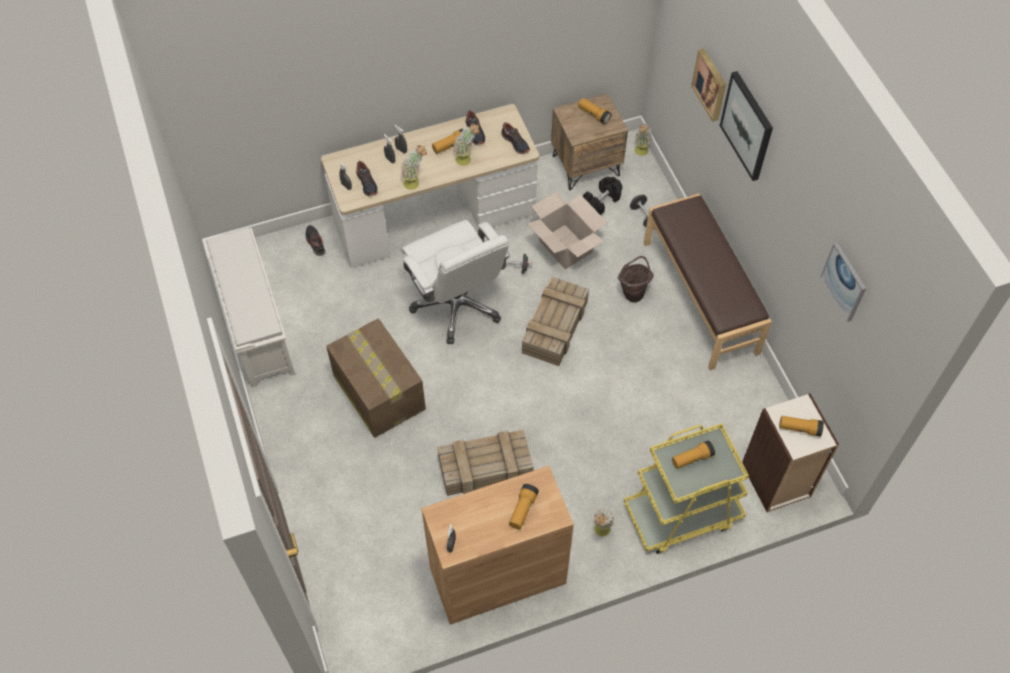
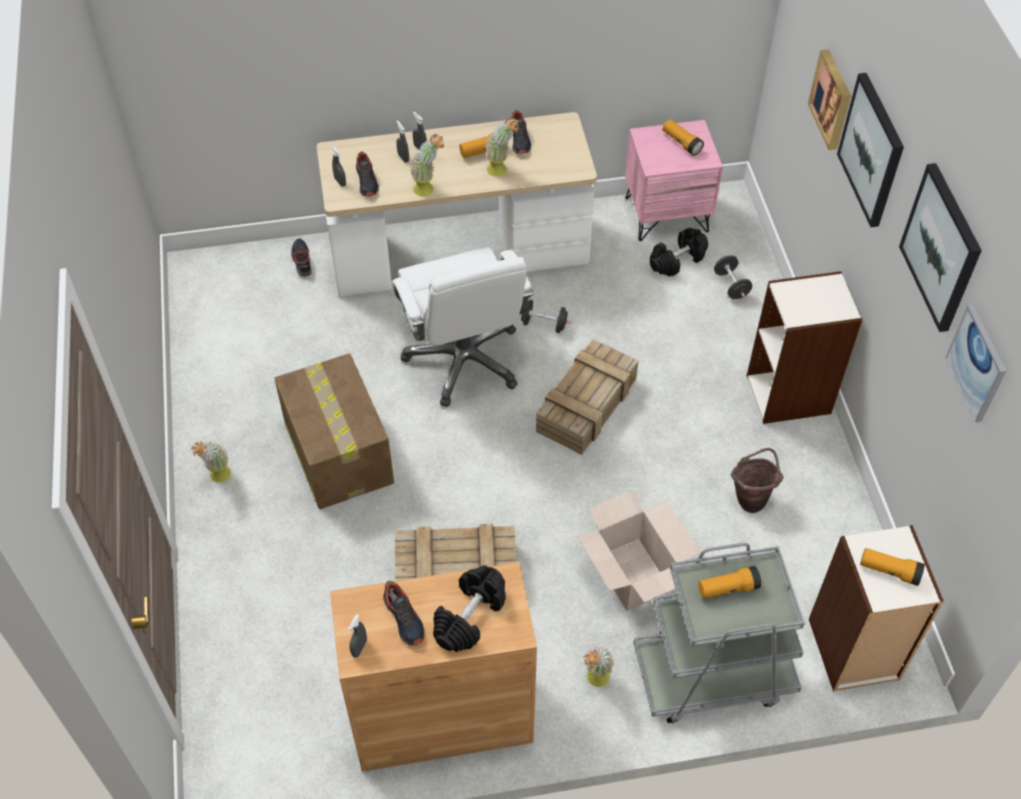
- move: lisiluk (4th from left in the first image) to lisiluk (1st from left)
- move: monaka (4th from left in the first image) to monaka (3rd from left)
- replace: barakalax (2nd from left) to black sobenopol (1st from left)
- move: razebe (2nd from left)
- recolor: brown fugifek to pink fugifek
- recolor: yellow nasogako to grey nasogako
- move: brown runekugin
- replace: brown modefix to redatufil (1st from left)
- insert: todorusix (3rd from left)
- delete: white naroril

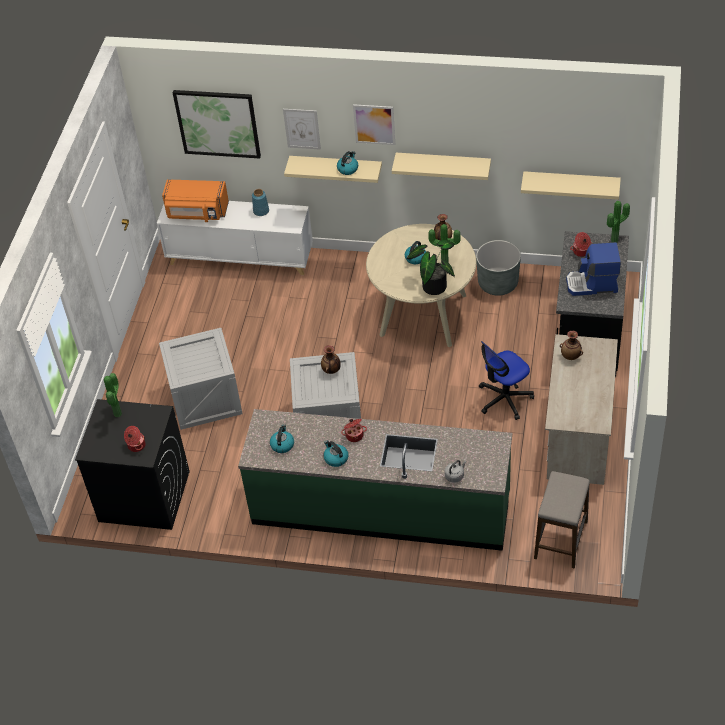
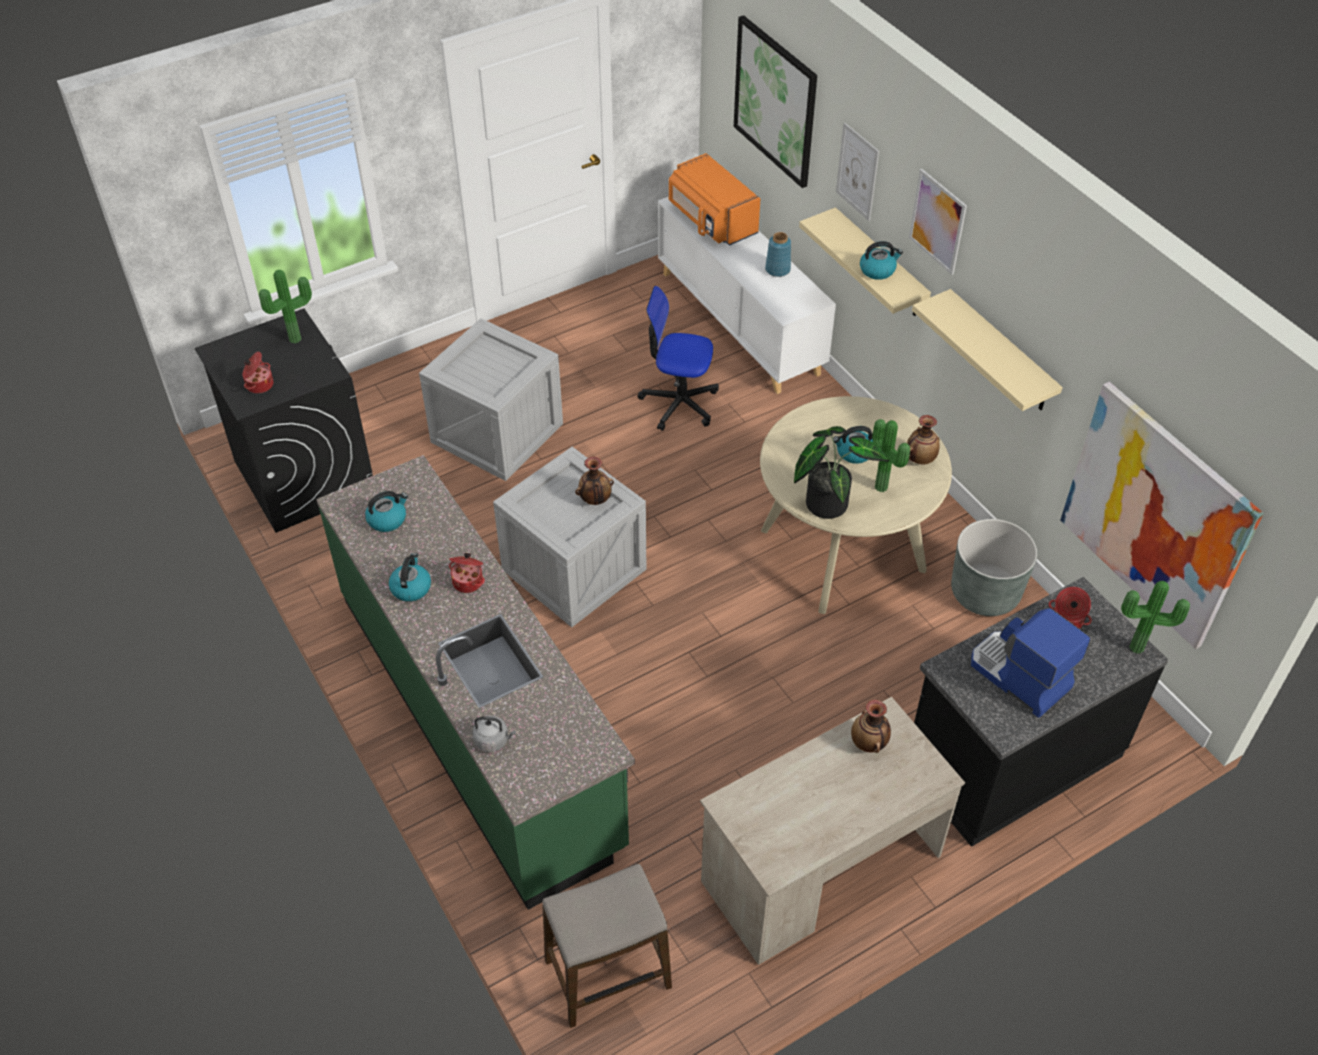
- move: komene
- replace: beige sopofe (3rd from left) to todorusix (4th from left)

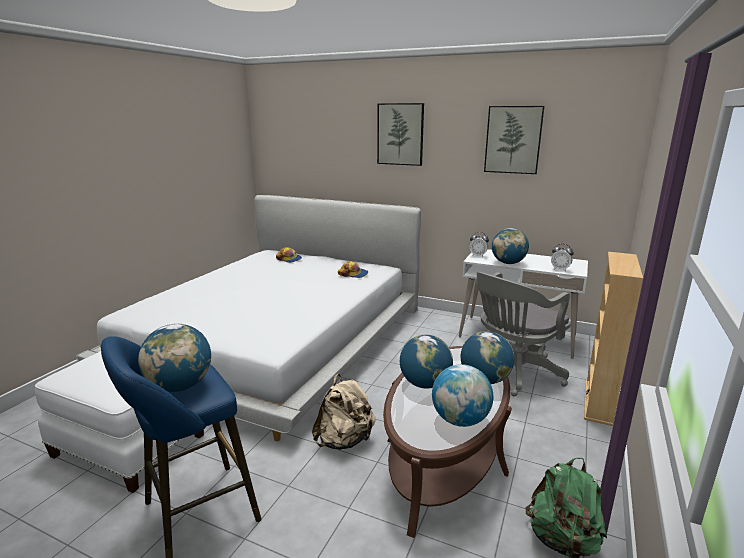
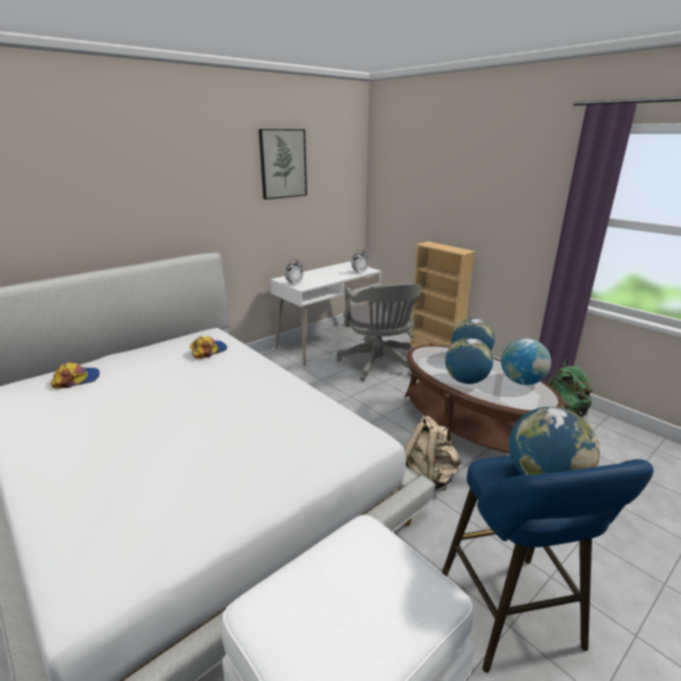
- delete: todorusix (1st from left)
- delete: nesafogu (5th from left)

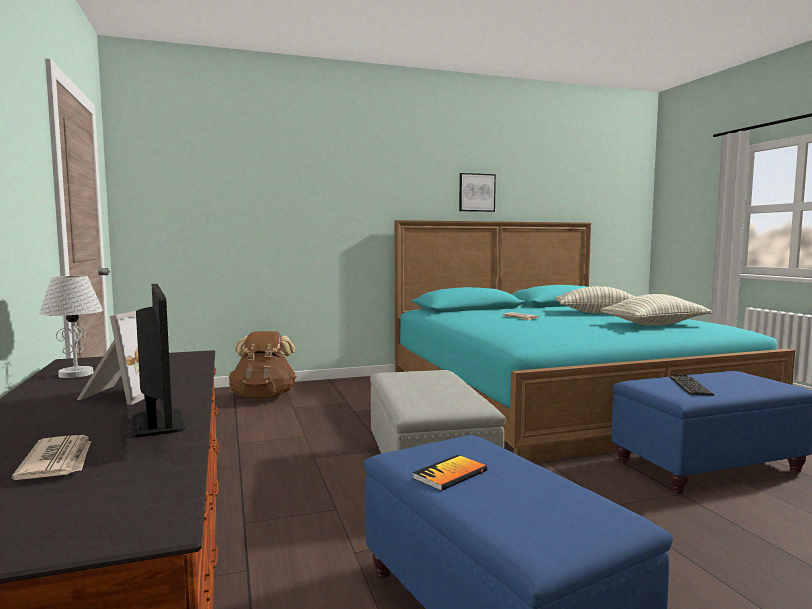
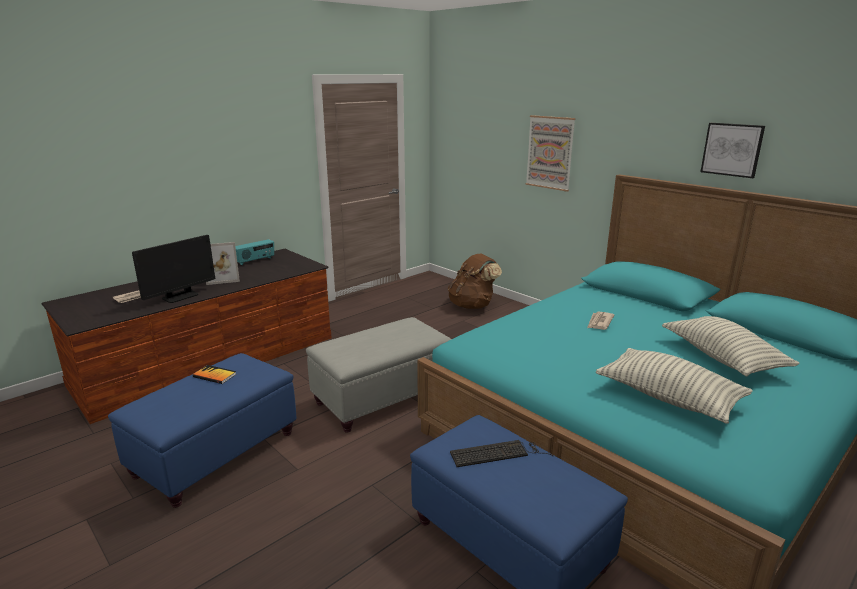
- replace: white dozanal to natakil
- insert: todorusix (1st from left)

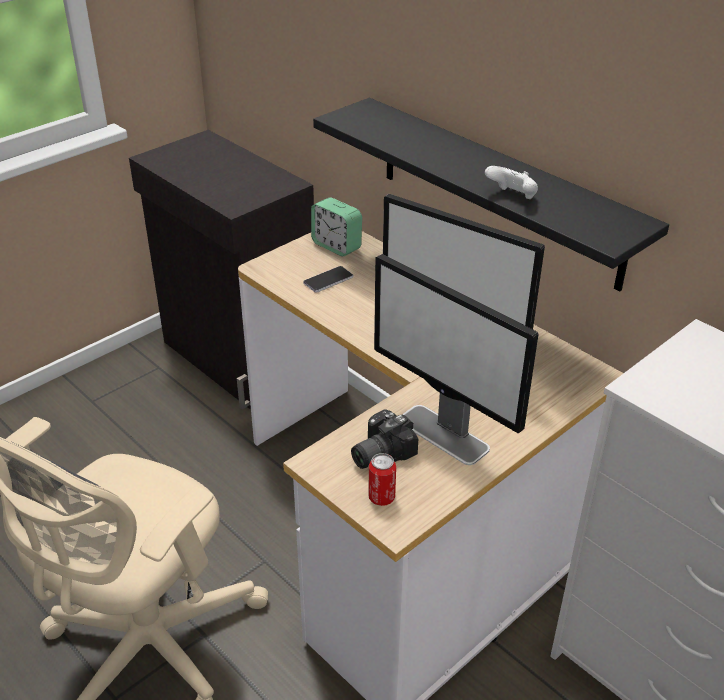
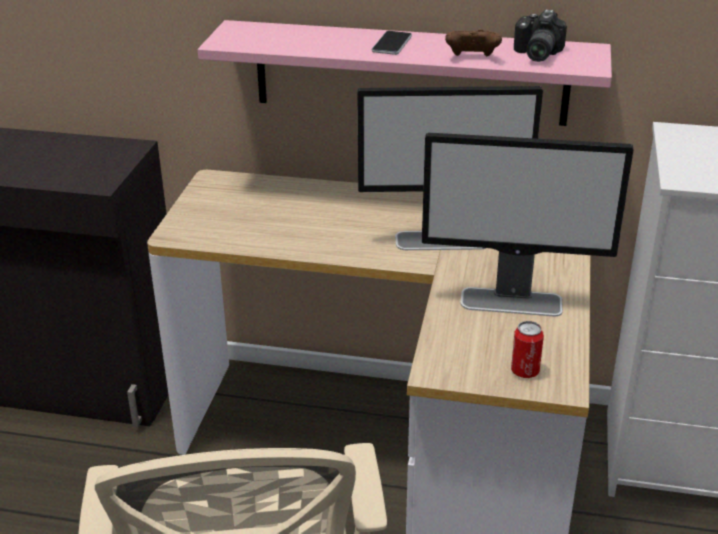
- recolor: black sopofe to pink sopofe
- move: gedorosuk
- recolor: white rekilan to brown rekilan
- move: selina
- delete: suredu

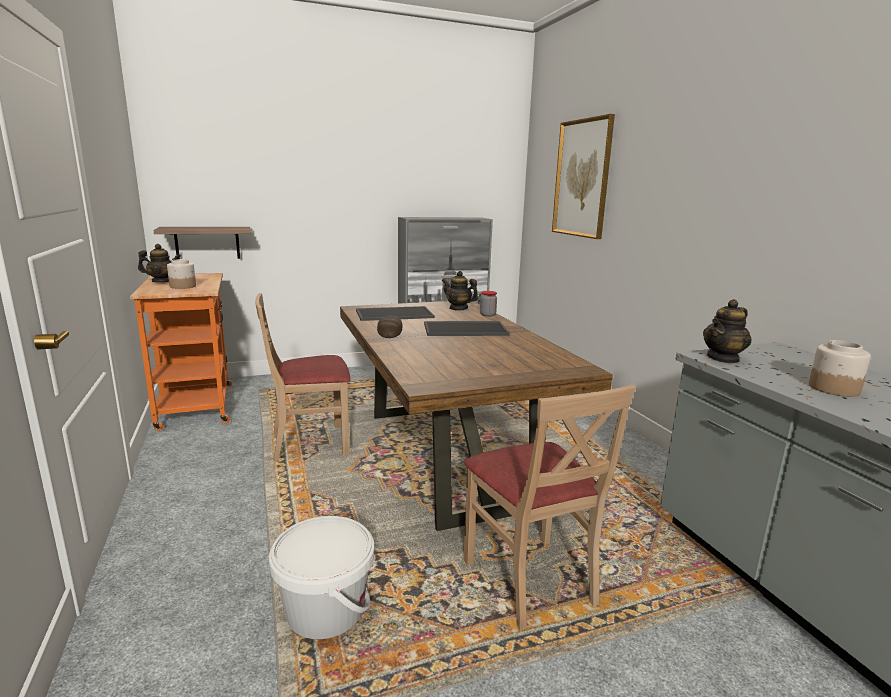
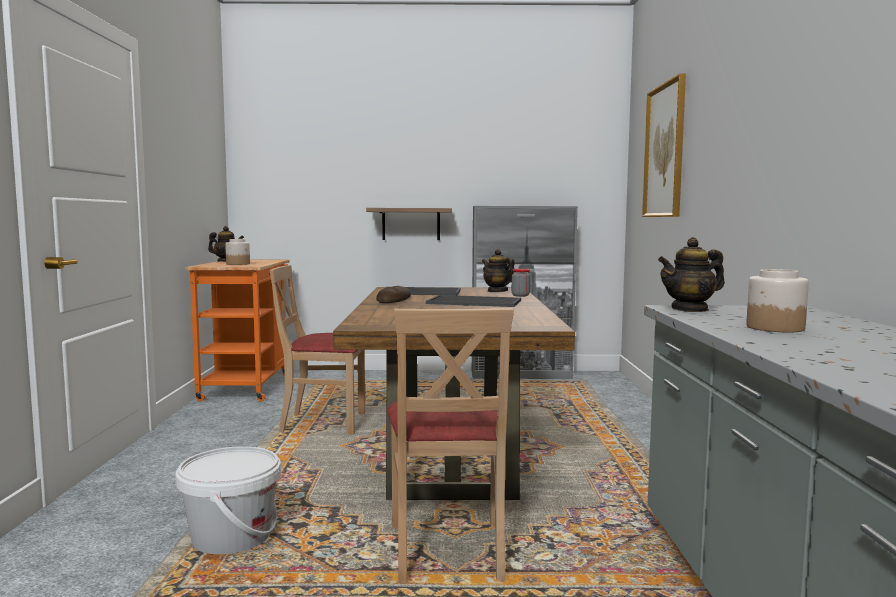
- move: sopofe

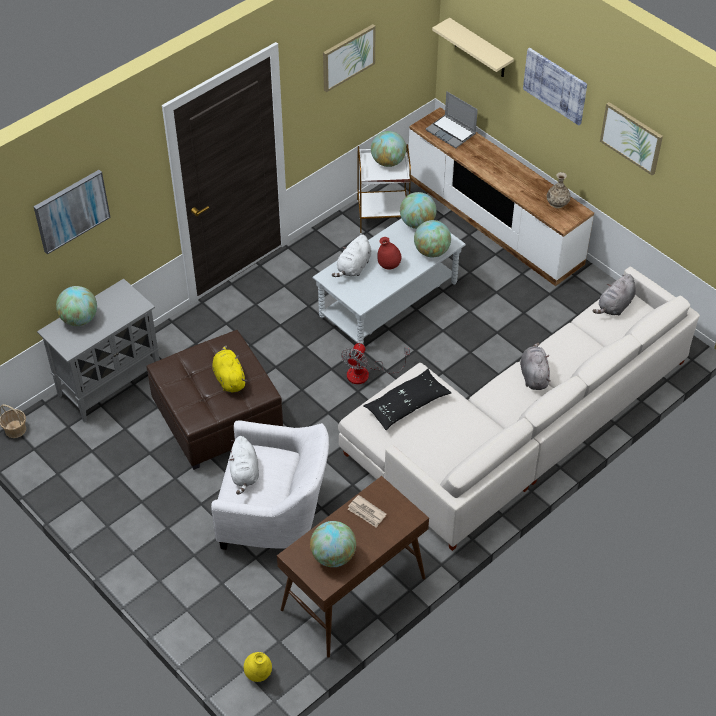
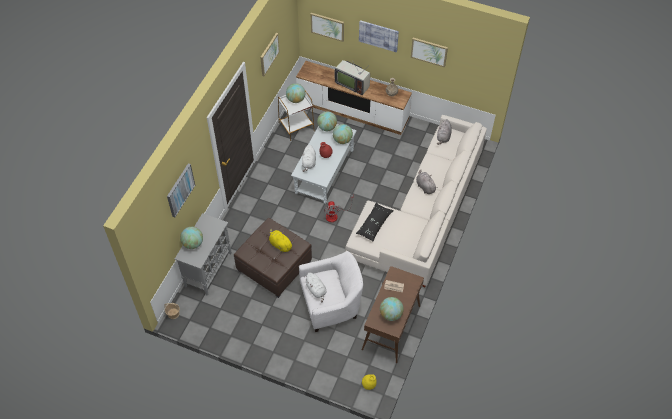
- replace: beige sopofe to todorusix (3rd from left)
- insert: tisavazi
- delete: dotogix

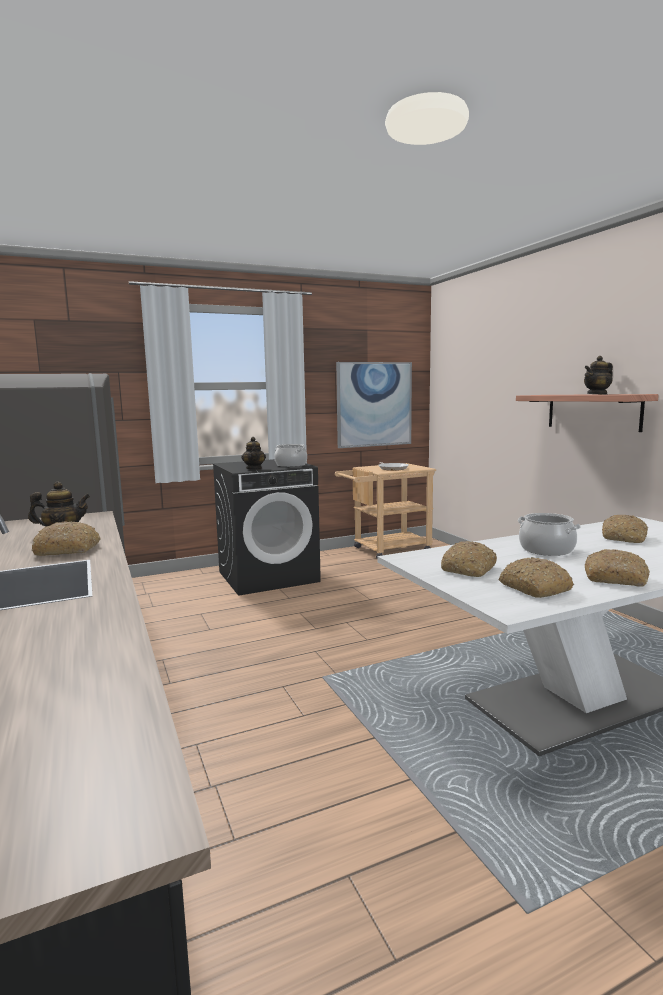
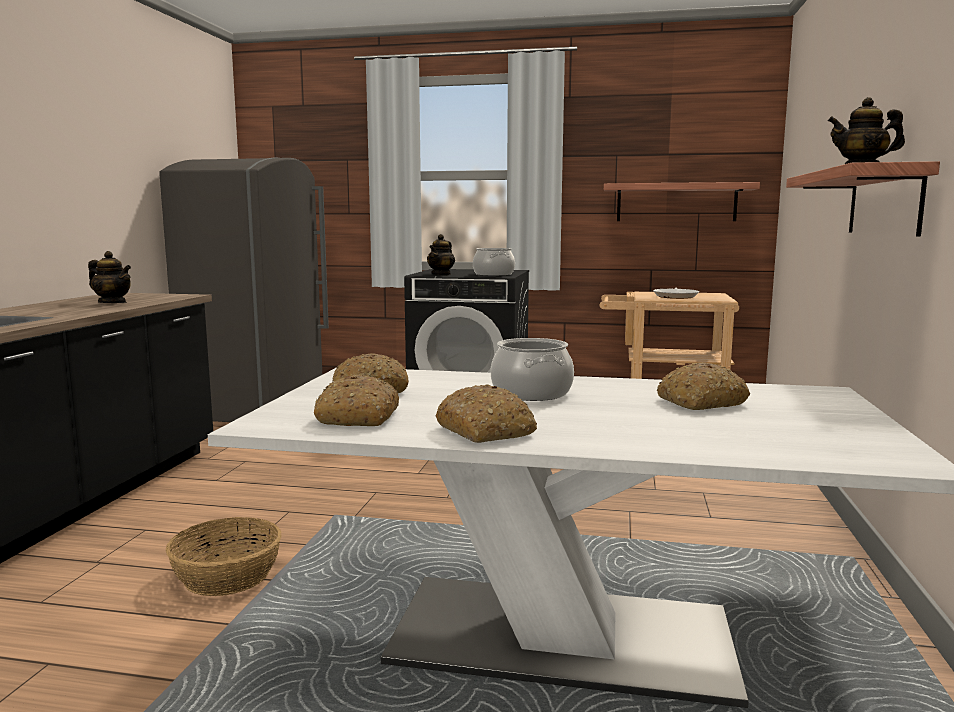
- insert: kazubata
- replace: todorusix to sopofe (1st from left)
- delete: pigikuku (1st from left)

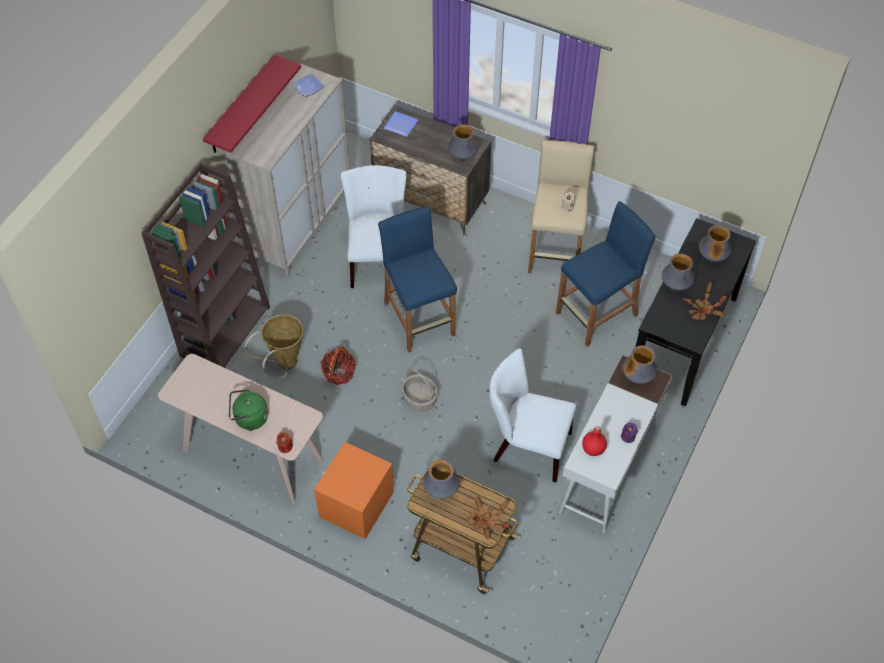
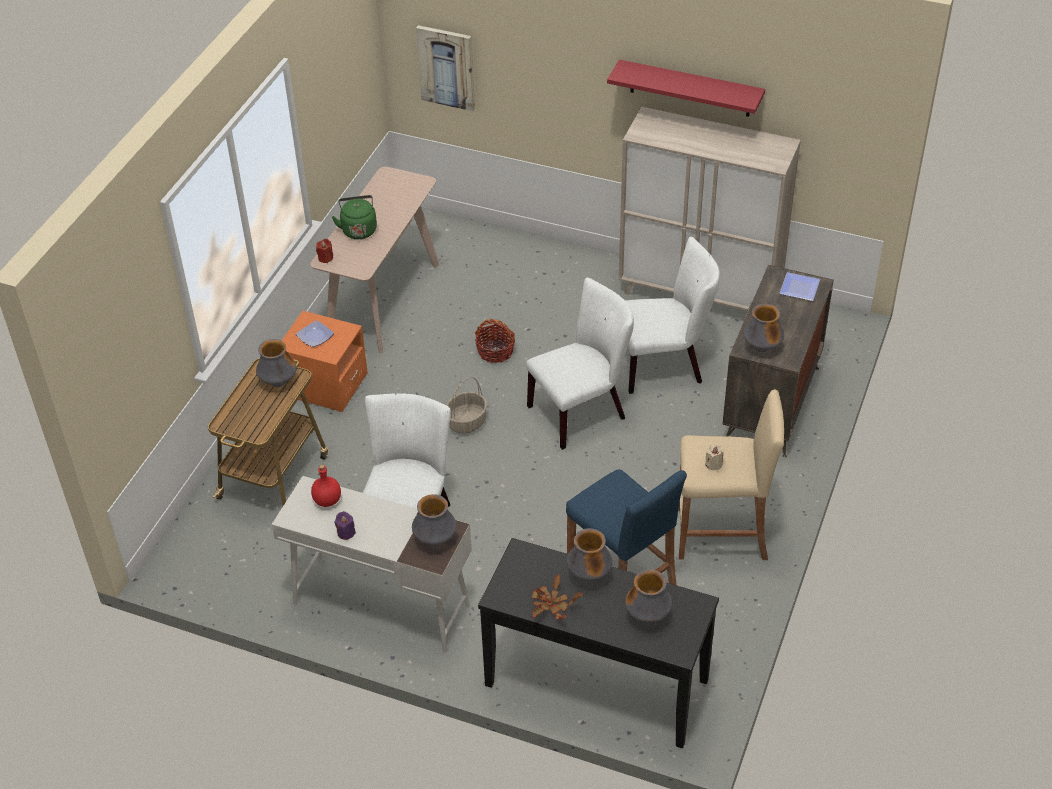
- move: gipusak (1st from left)
- insert: todorusix
- replace: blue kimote (1st from left) to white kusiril (2nd from left)
- delete: brown redatufil
- delete: kazubata (1st from left)
- delete: lisiluk (1st from left)

